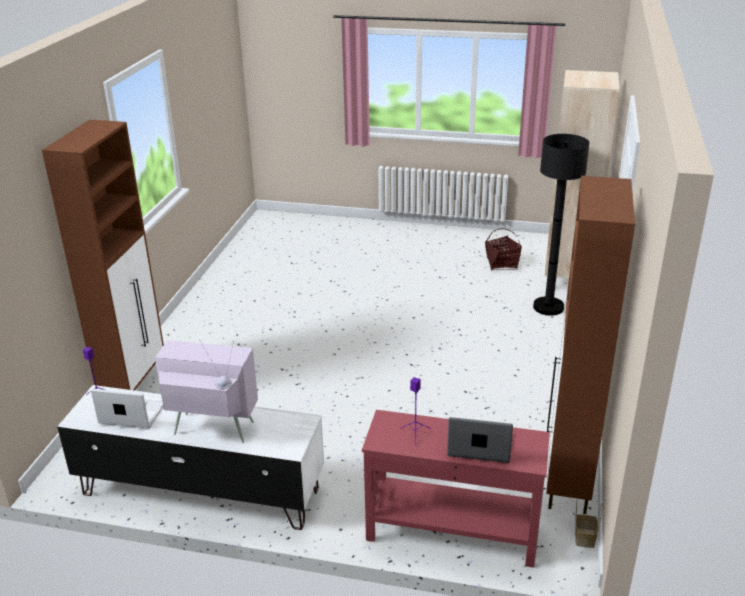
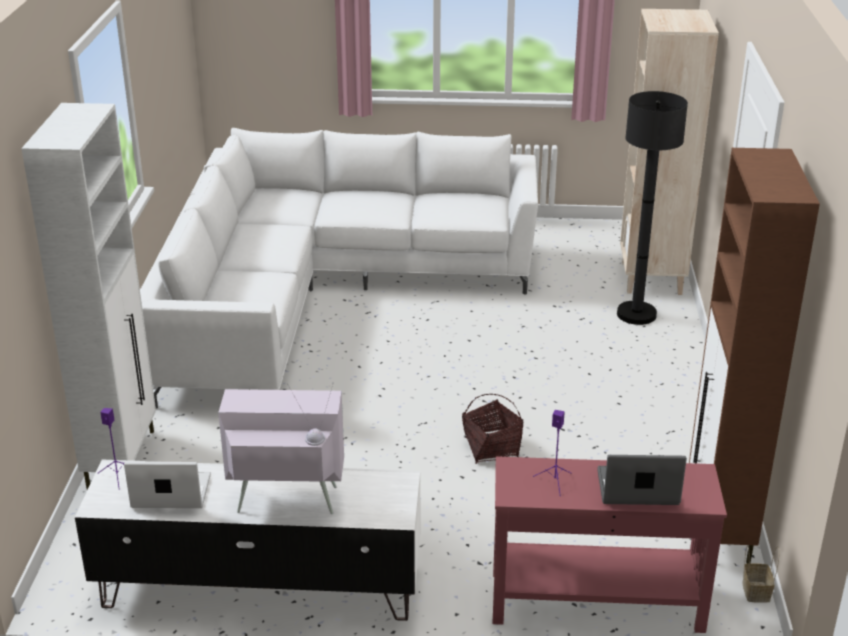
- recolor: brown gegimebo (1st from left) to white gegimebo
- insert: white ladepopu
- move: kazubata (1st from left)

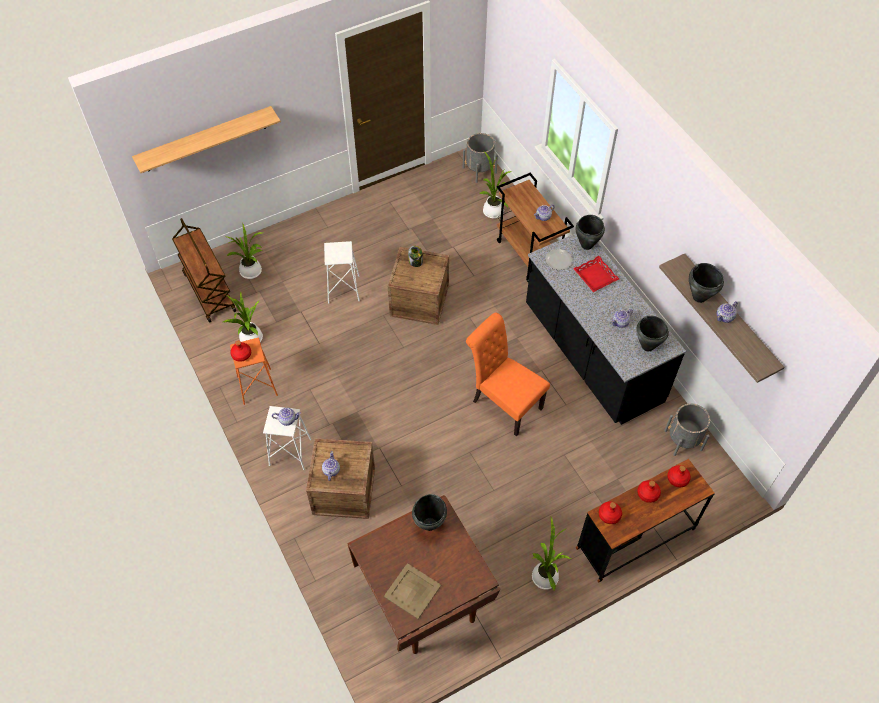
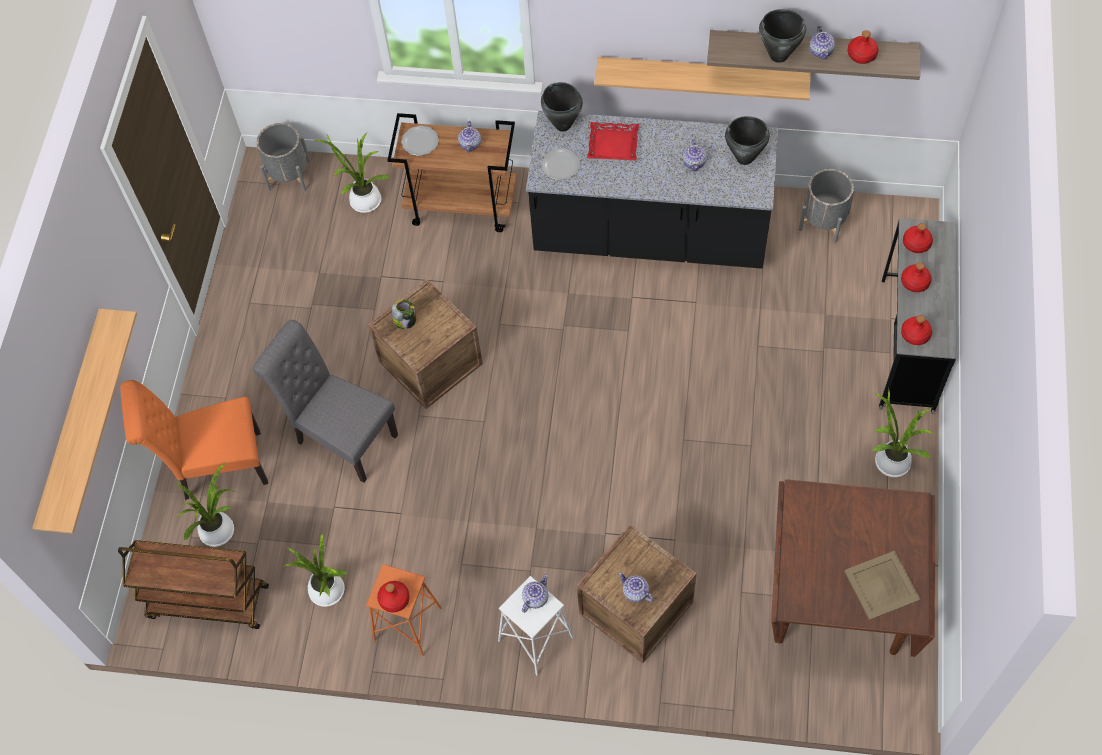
- move: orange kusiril
- replace: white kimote (2nd from left) to grey kusiril
- insert: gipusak (1st from left)
- insert: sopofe (2nd from left)
- insert: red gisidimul (2nd from left)
- recolor: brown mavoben to grey mavoben
- delete: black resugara (1st from left)

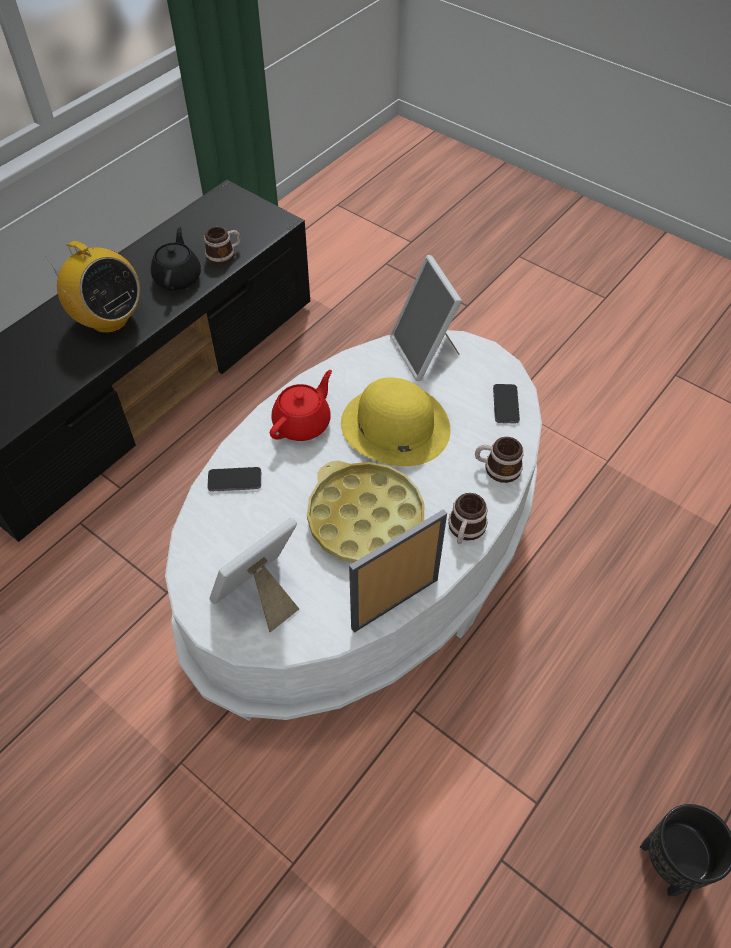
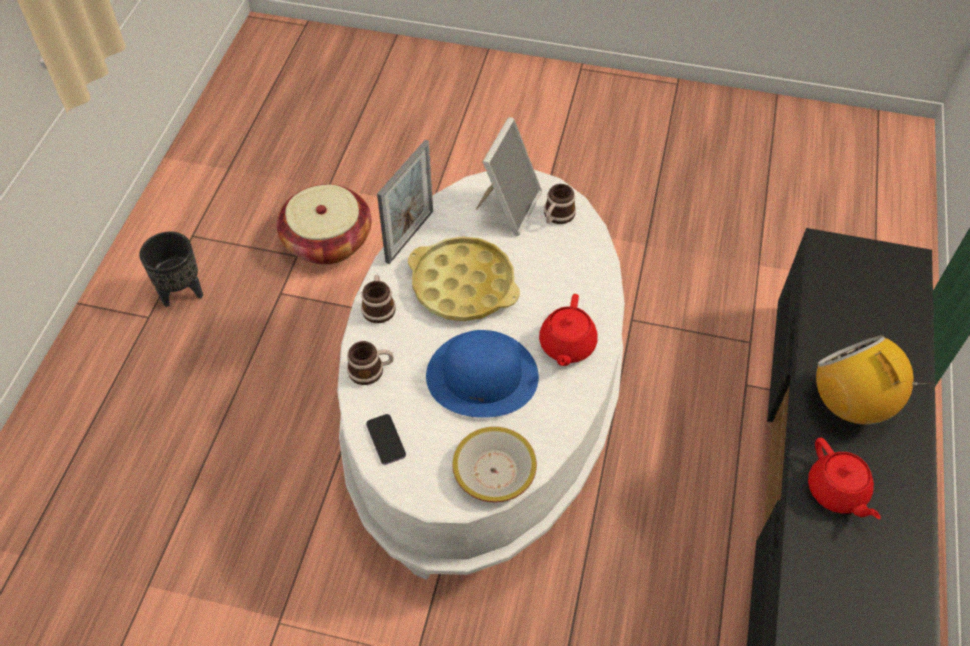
- insert: kazubata
- recolor: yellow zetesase to blue zetesase
- replace: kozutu (3rd from left) to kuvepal
- move: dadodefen (1st from left in the first image) to dadodefen (3rd from left)
- recolor: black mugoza to red mugoza (2nd from left)
- rotate: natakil 45 degrees clockwise
- delete: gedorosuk (1st from left)

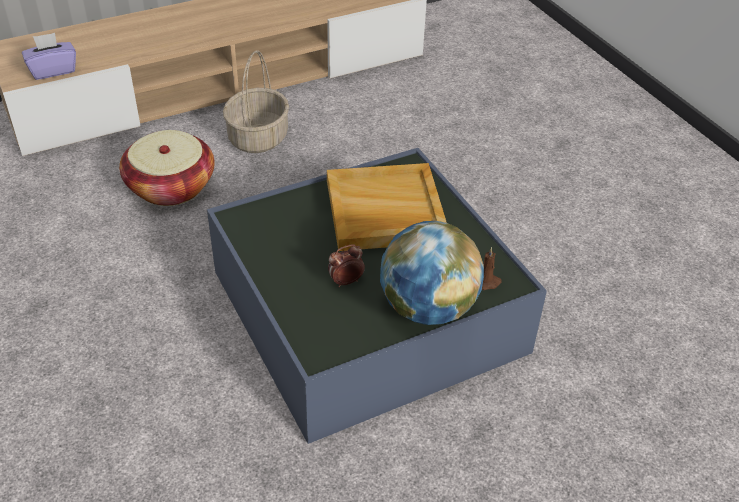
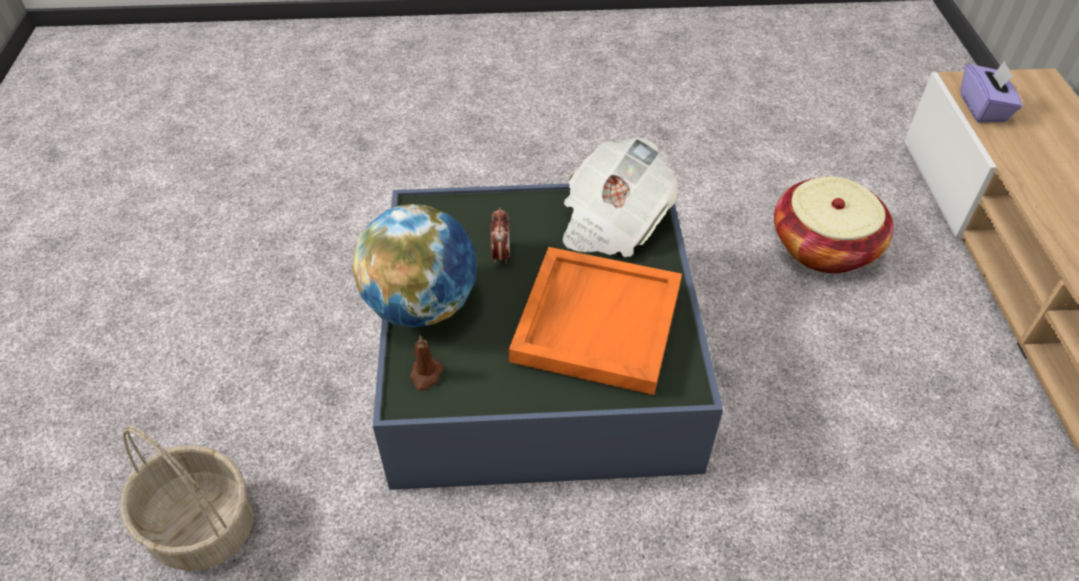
- move: kazubata (2nd from left in the first image) to kazubata (1st from left)
- recolor: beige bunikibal to orange bunikibal
- insert: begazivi

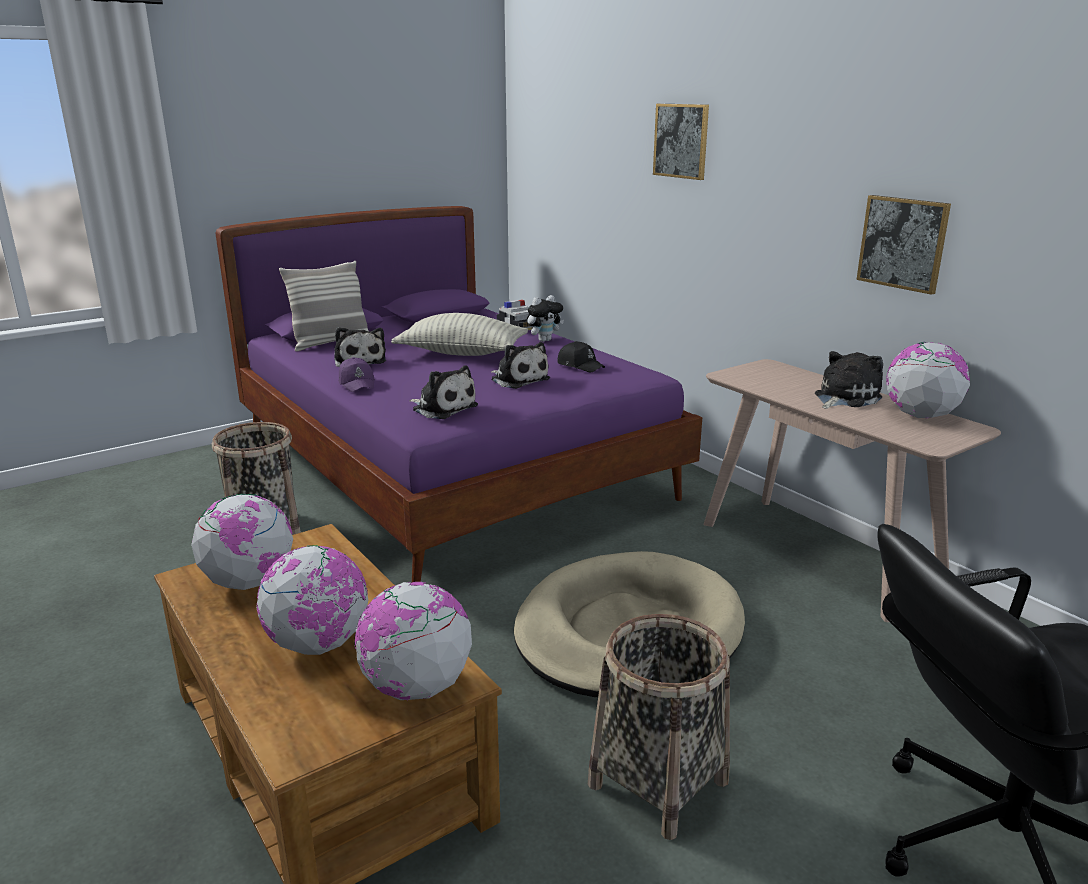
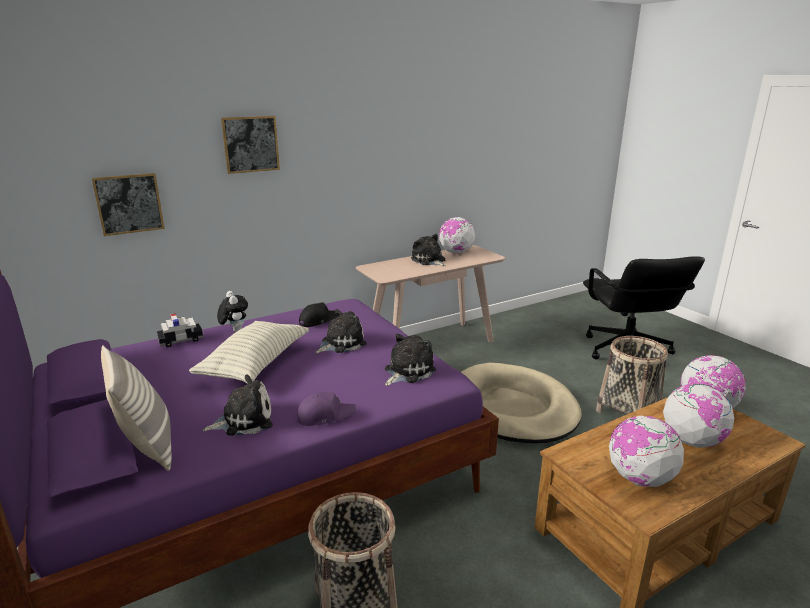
- move: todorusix (2nd from left in the first image) to todorusix (1st from left)

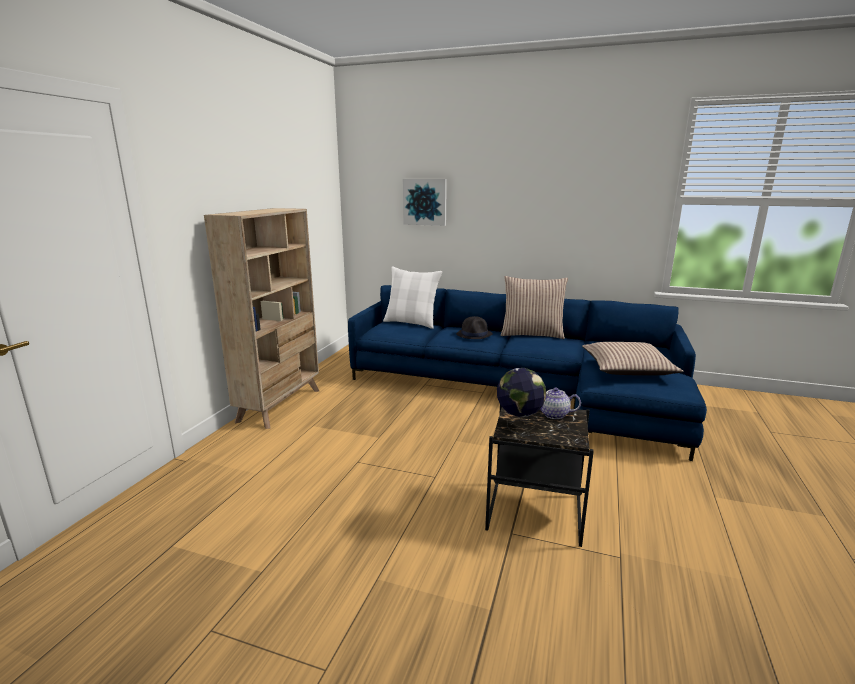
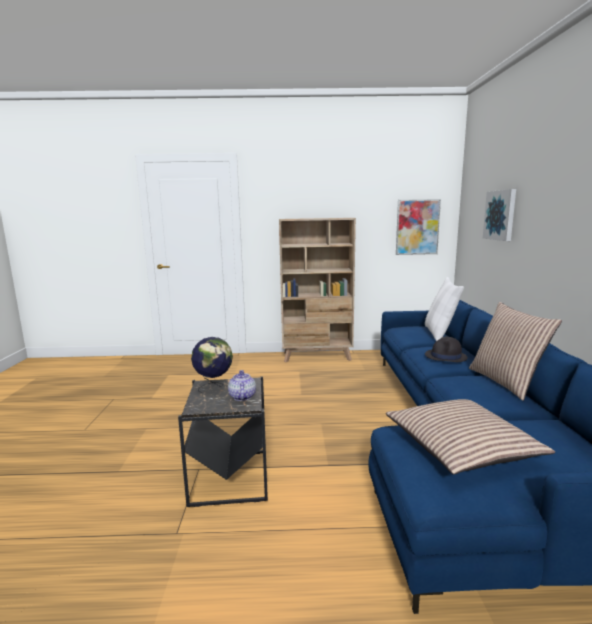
- insert: todorusix (1st from left)

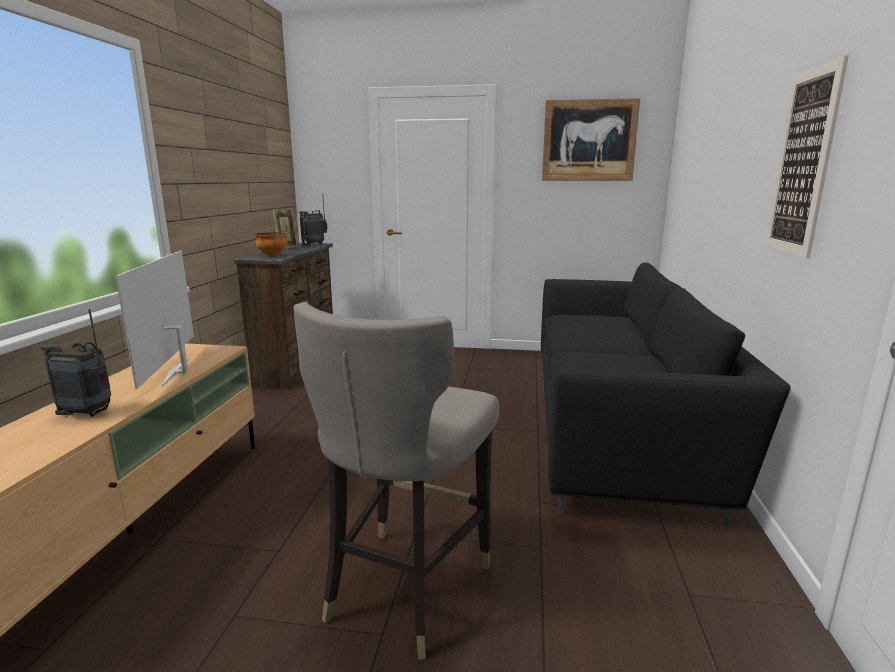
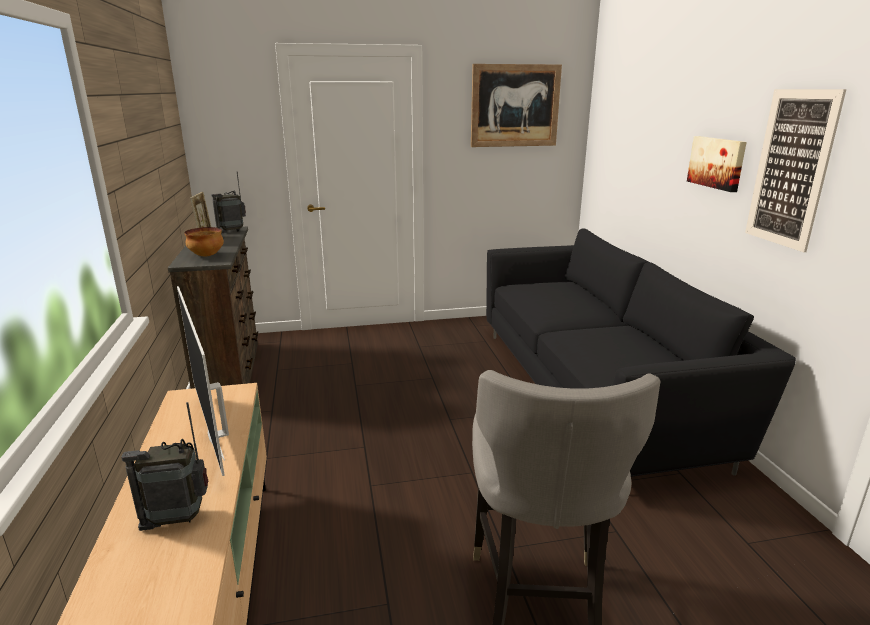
- insert: todorusix (2nd from left)

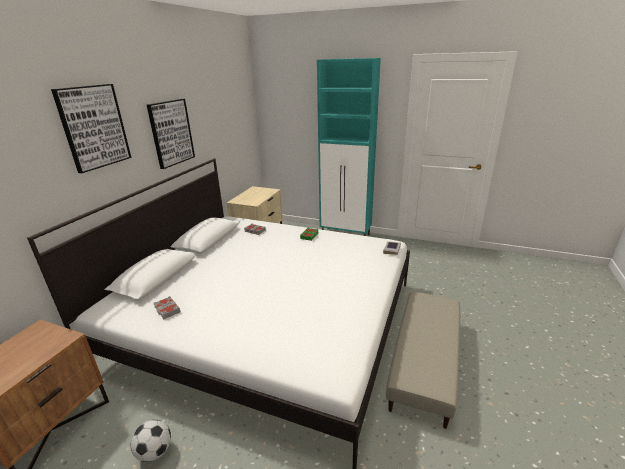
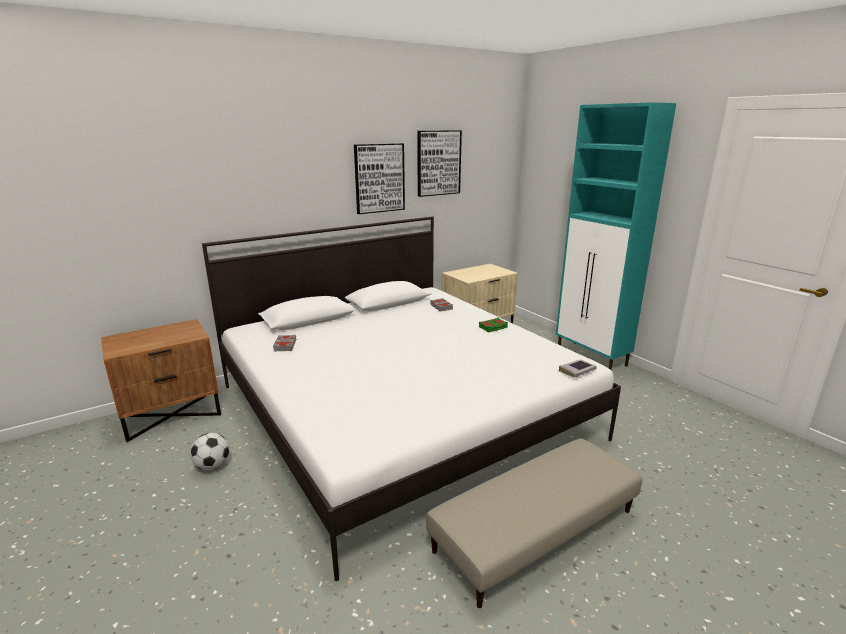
- move: todorusix (1st from left in the first image) to todorusix (2nd from left)

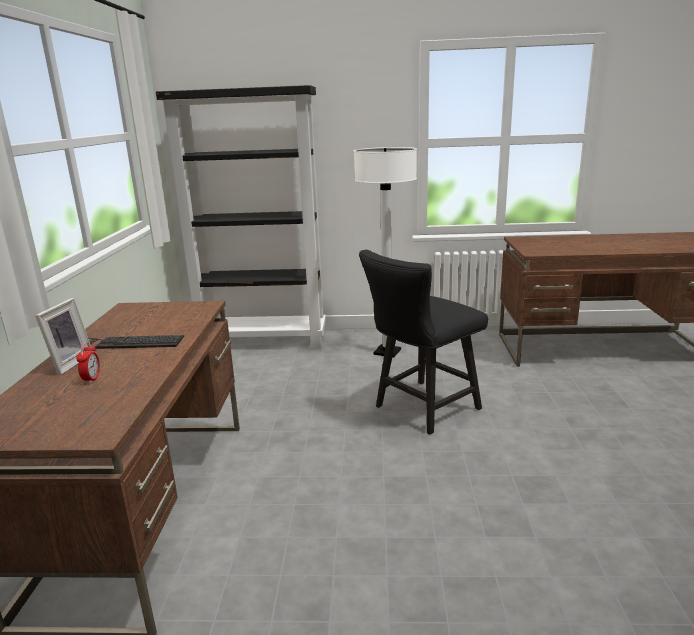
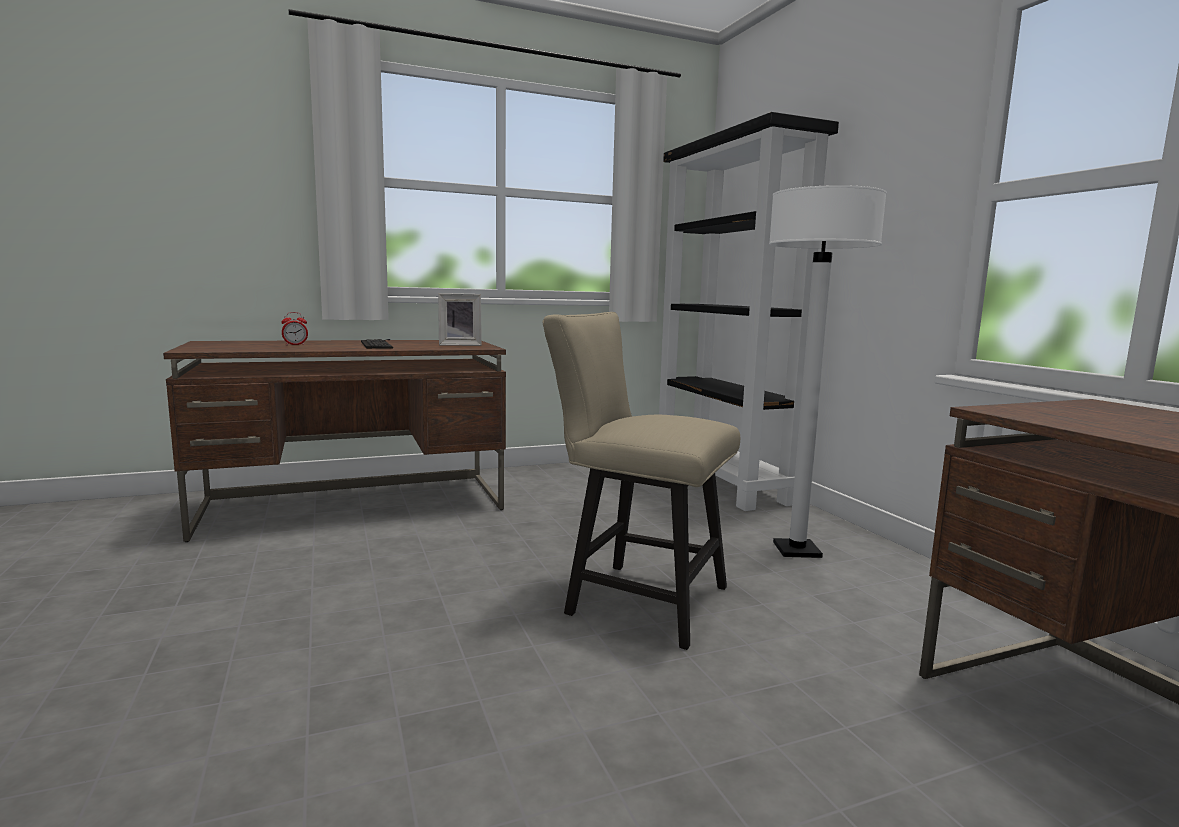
- move: kozutu
- recolor: black kusiril to beige kusiril

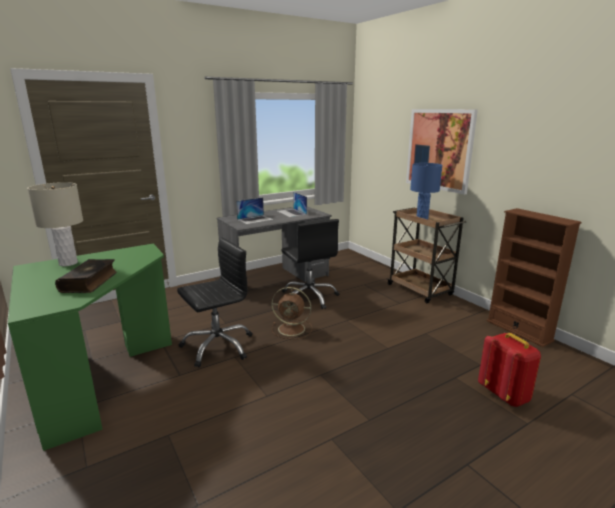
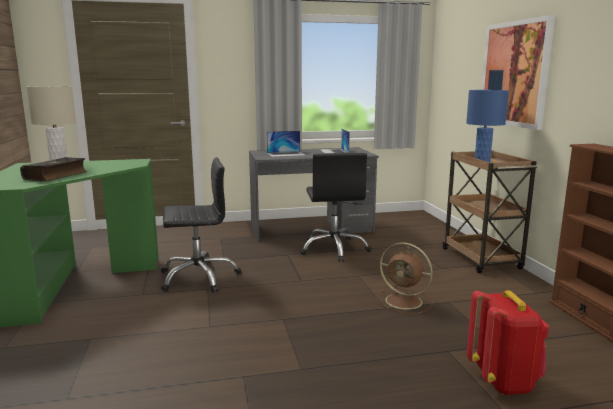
- move: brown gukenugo

